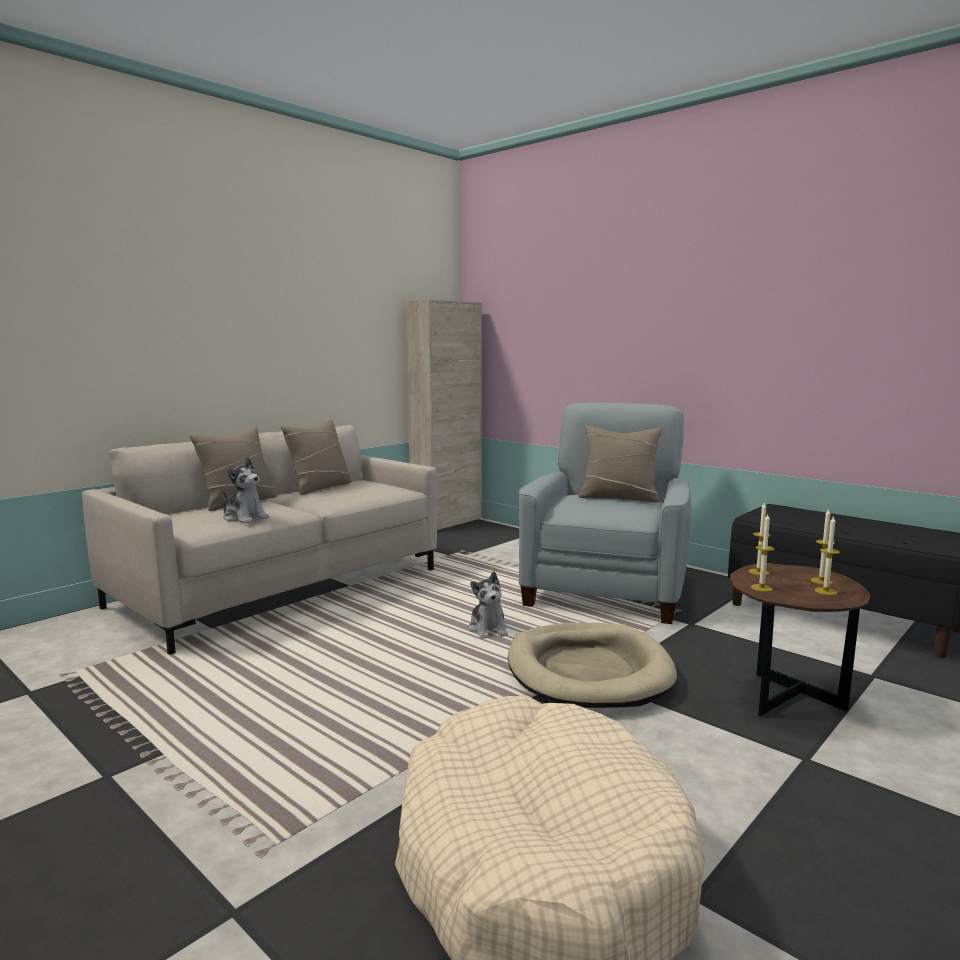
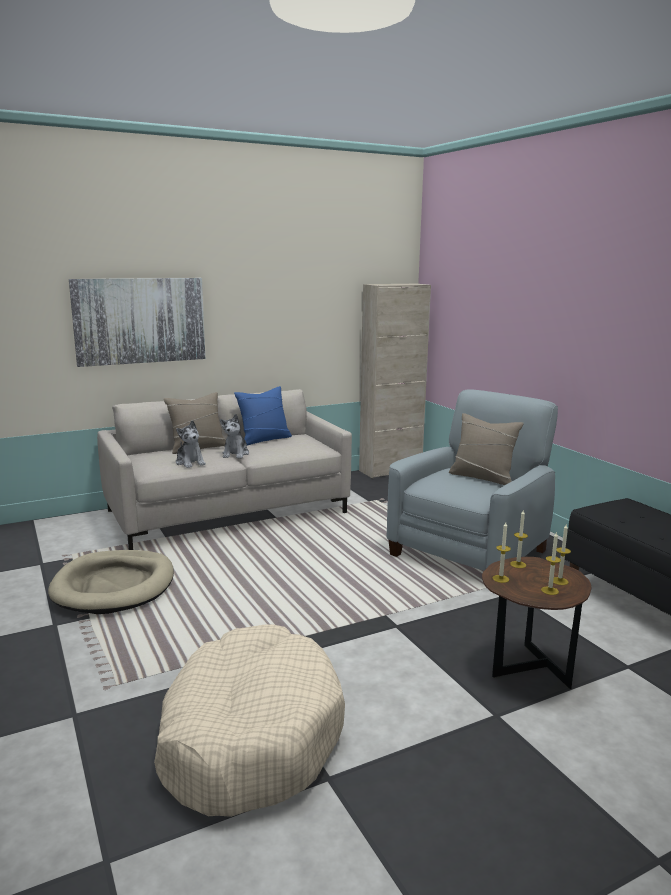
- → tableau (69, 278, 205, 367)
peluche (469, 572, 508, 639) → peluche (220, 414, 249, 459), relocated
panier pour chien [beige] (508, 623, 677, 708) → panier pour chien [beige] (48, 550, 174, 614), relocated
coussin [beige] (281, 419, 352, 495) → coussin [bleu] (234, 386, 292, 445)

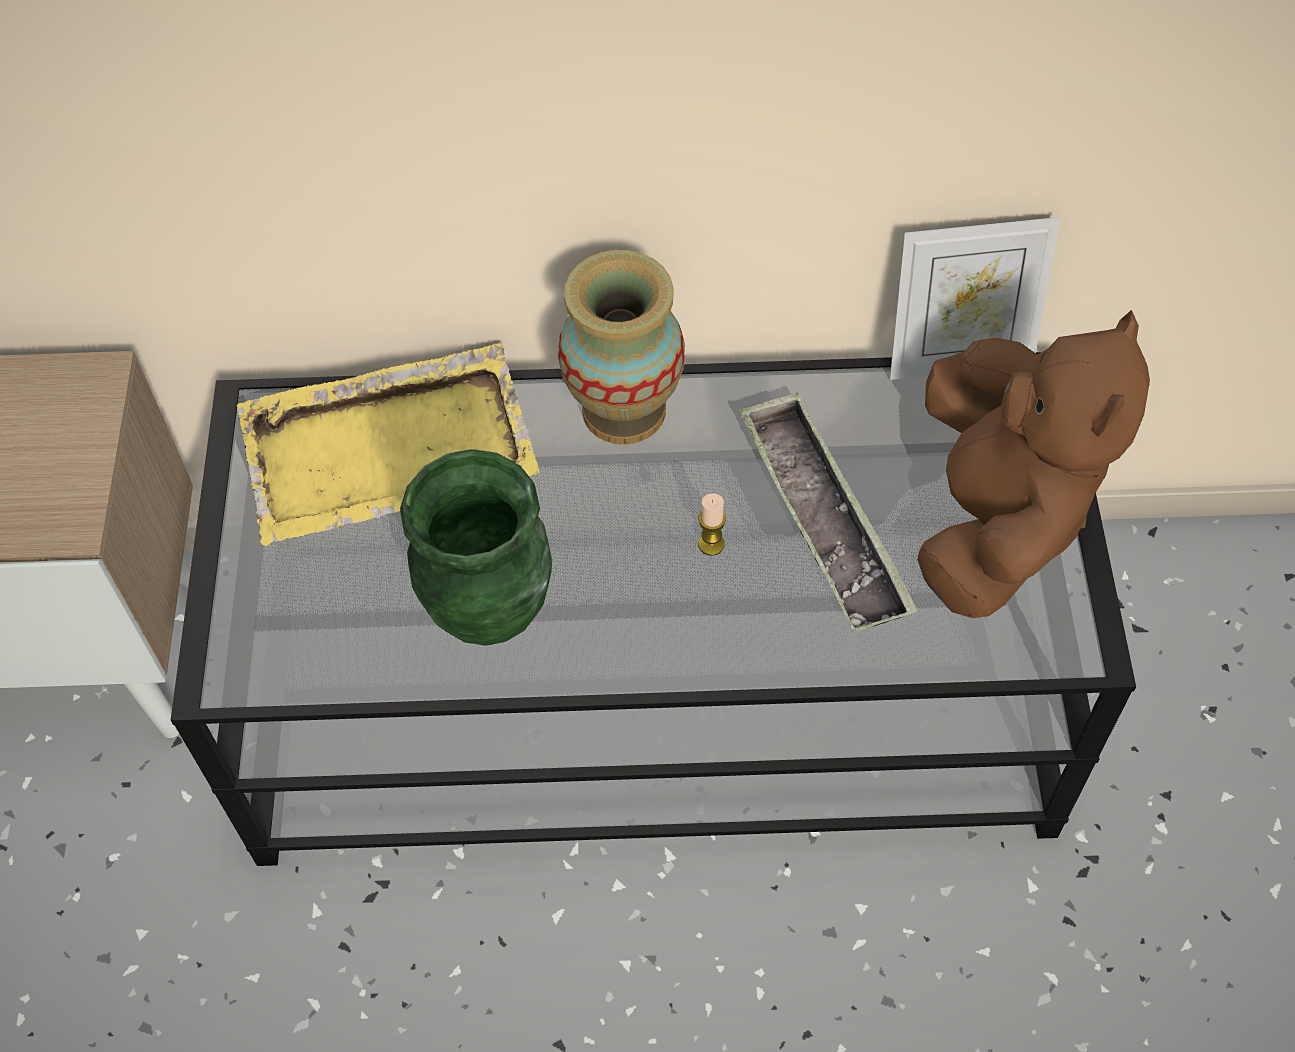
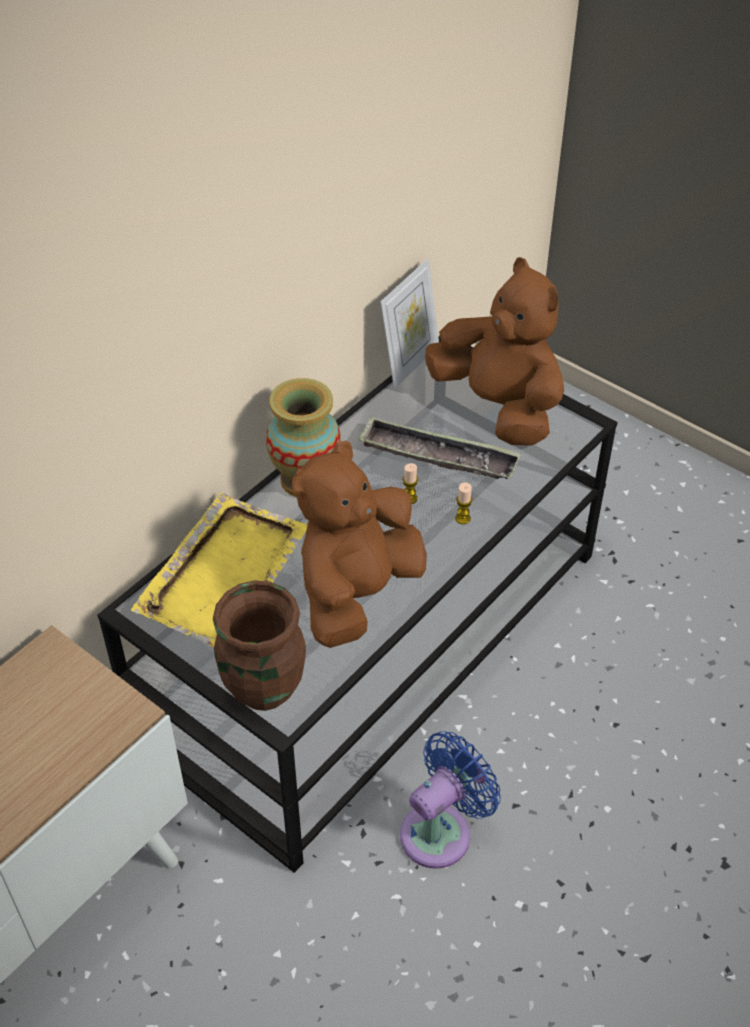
- → vase [marron] (213, 580, 306, 711)
- → ventilateur [bleu] (400, 731, 501, 869)
- → bougie (455, 482, 472, 524)
vase [vert] (400, 449, 552, 646) → peluche [marron] (292, 441, 427, 648)

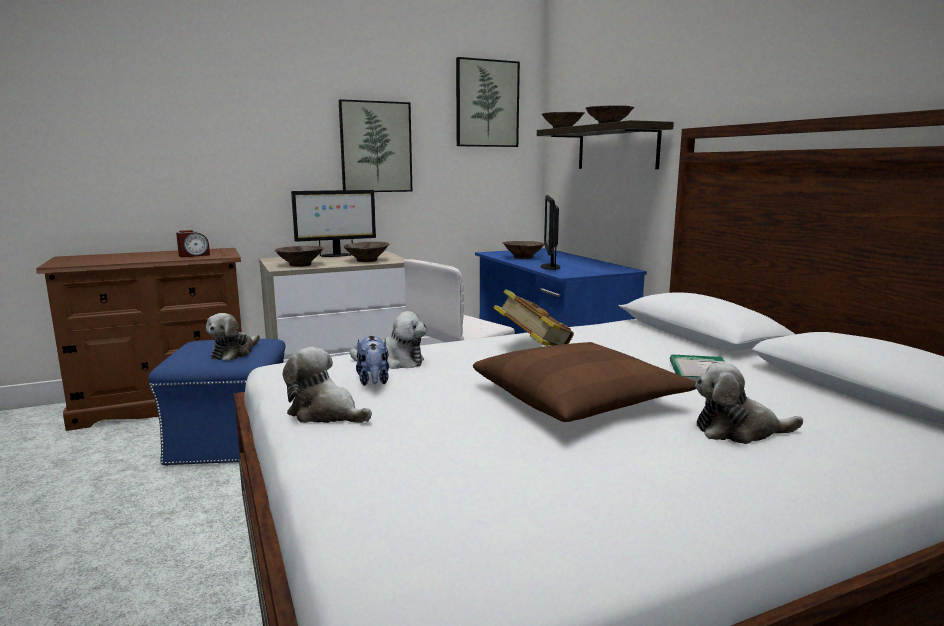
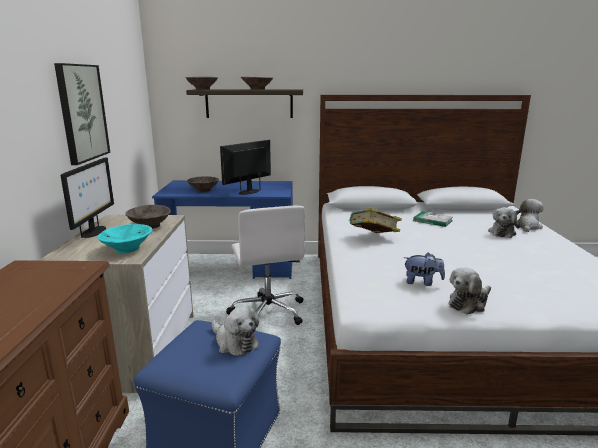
réveil (176, 230, 210, 257) → -
tableau (456, 57, 520, 147) → -
coussin [marron] (473, 342, 696, 422) → -
peluche (350, 311, 427, 369) → peluche (515, 199, 543, 232), relocated
bol [marron] (275, 246, 324, 267) → bol [turquoise] (98, 224, 152, 254)
écran d'ordinateur (541, 195, 560, 270) → écran d'ordinateur (220, 140, 271, 195), 105 degrees clockwise

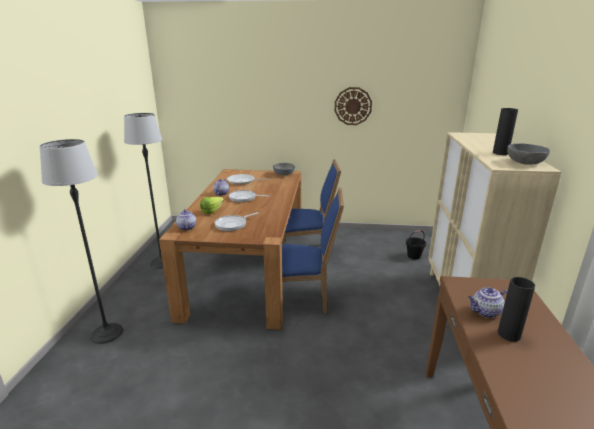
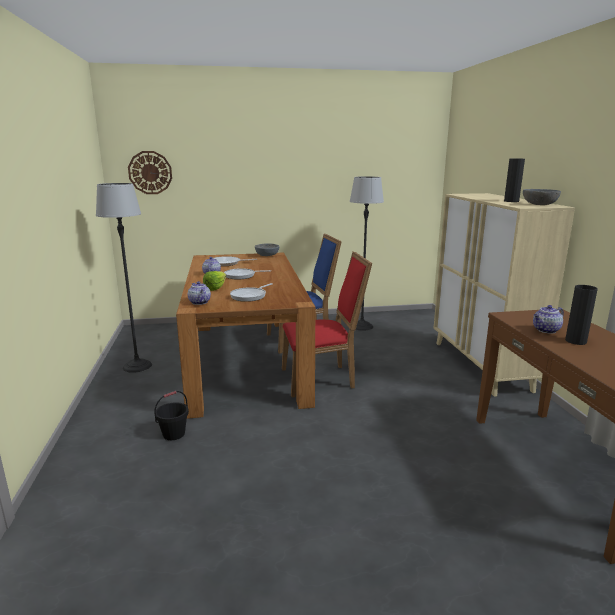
lampadaire (40, 139, 123, 344) → lampadaire (350, 177, 384, 331), relocated
horloge murale (335, 87, 372, 125) → horloge murale (128, 151, 172, 194), relocated
seau [noir] (406, 230, 426, 259) → seau [noir] (154, 391, 189, 440), relocated
chaise [bleu] (282, 187, 344, 314) → chaise [rouge] (282, 252, 372, 397)

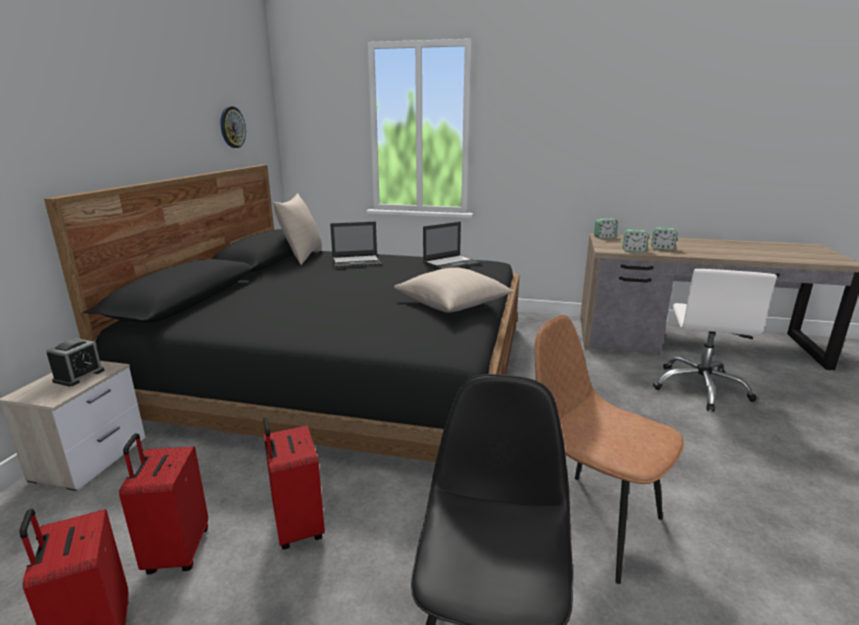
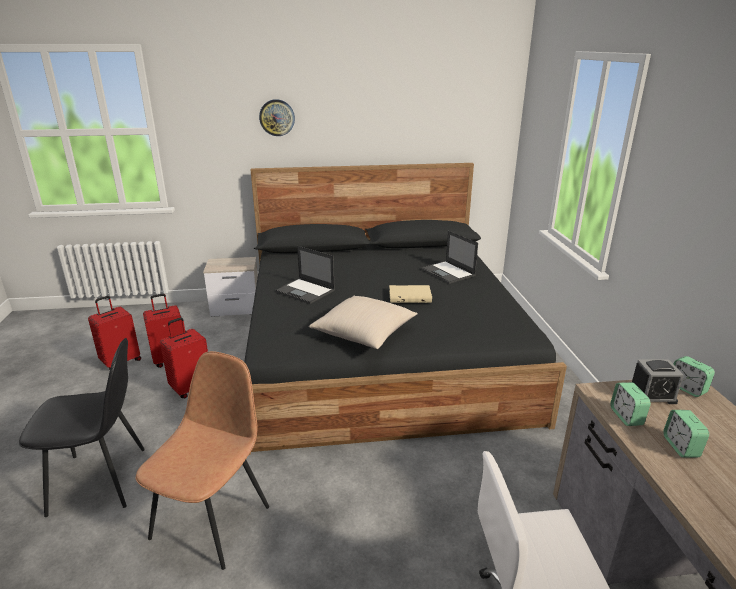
coussin [beige] (273, 193, 322, 265) → -
- → livre [beige] (389, 285, 432, 303)
réveil (46, 338, 104, 387) → réveil (632, 360, 684, 404), relocated
horloge murale (220, 106, 246, 148) → horloge murale (259, 99, 295, 136), relocated
ordinateur portable (423, 222, 481, 270) → ordinateur portable (275, 246, 335, 304), relocated

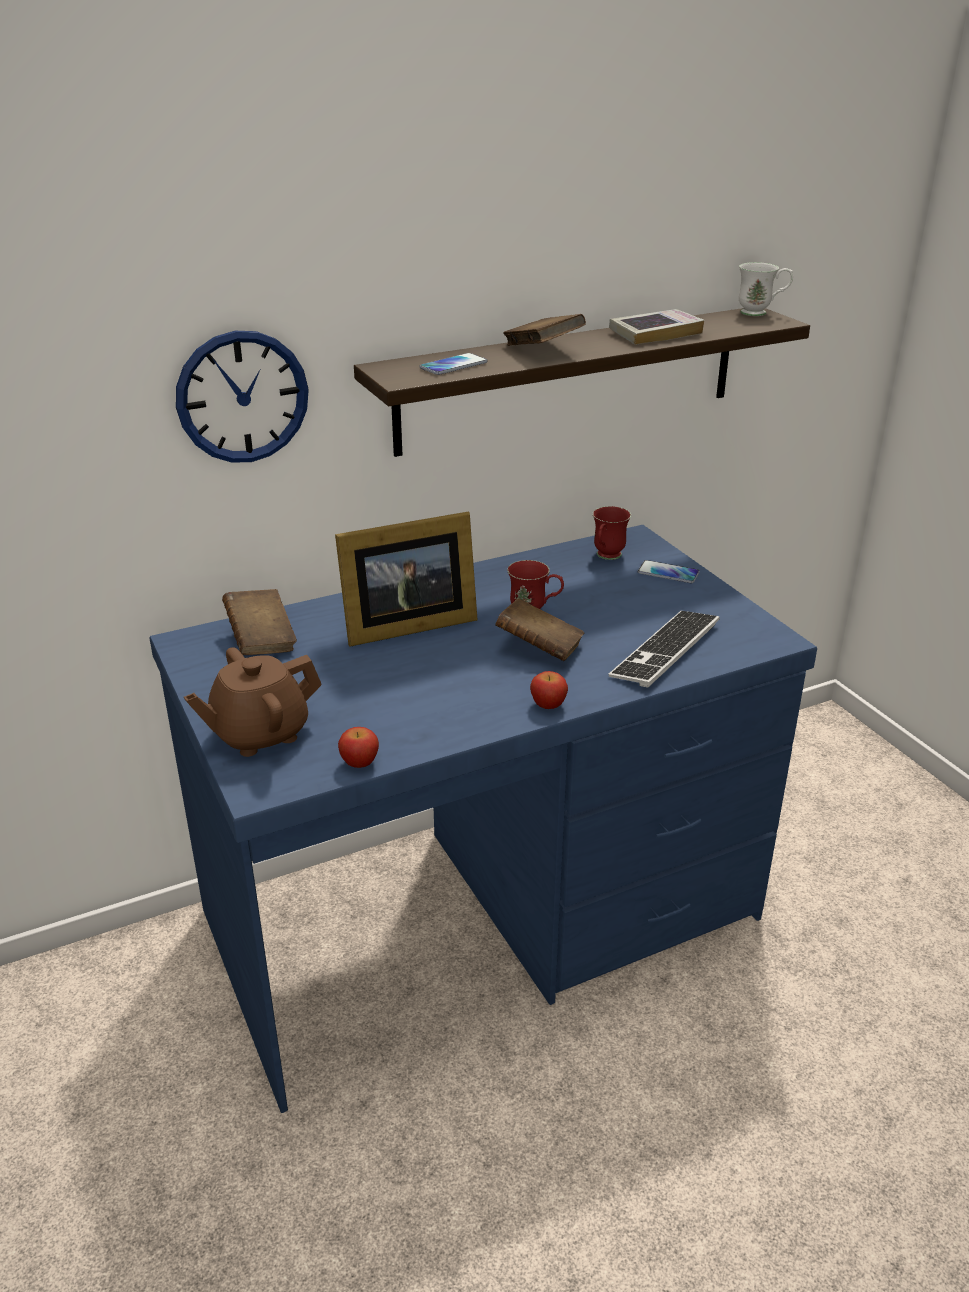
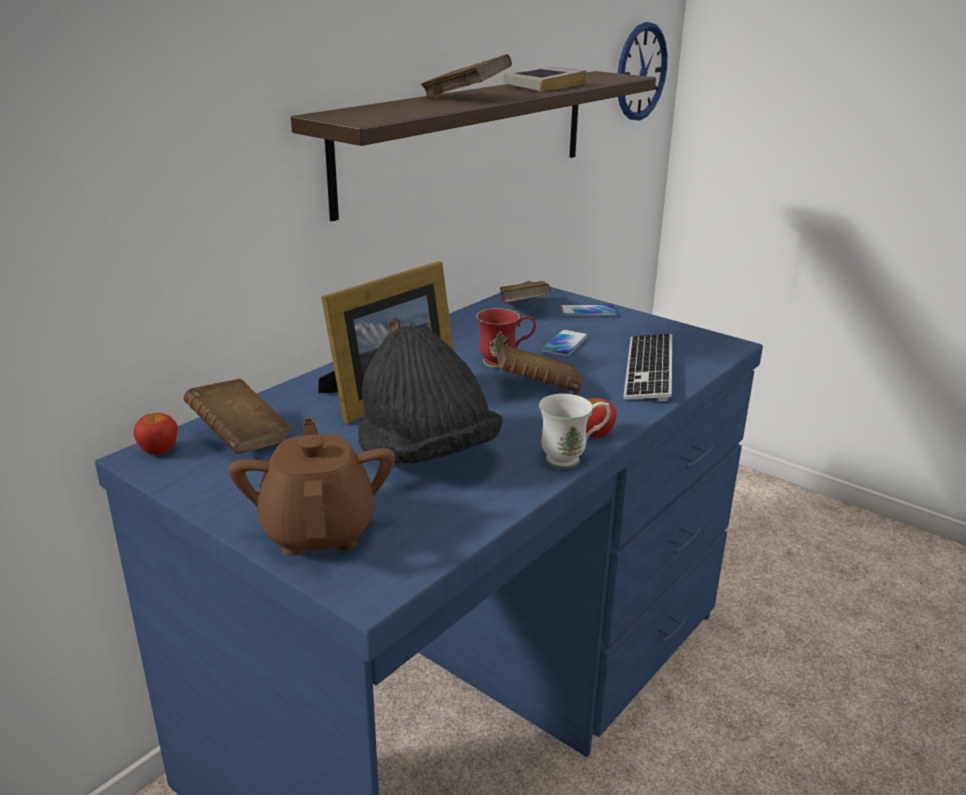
- → chapeau [noir] (358, 326, 503, 463)
horloge murale (176, 331, 309, 463) → horloge murale (617, 22, 667, 120), relocated
pomme (338, 727, 379, 768) → pomme (133, 413, 178, 455), relocated
téléphone (420, 353, 487, 375) → téléphone (541, 329, 588, 357), relocated
mug [blanc] (739, 262, 793, 316) → mug [blanc] (539, 394, 610, 469), relocated
mug [rouge] (593, 506, 631, 560) → livre [marron] (500, 281, 551, 303)
théière [marron] (184, 647, 322, 757) → théière [marron] (228, 418, 395, 556), 135 degrees clockwise

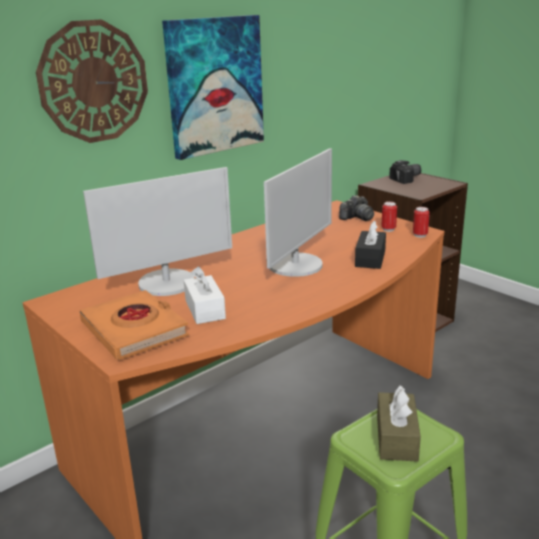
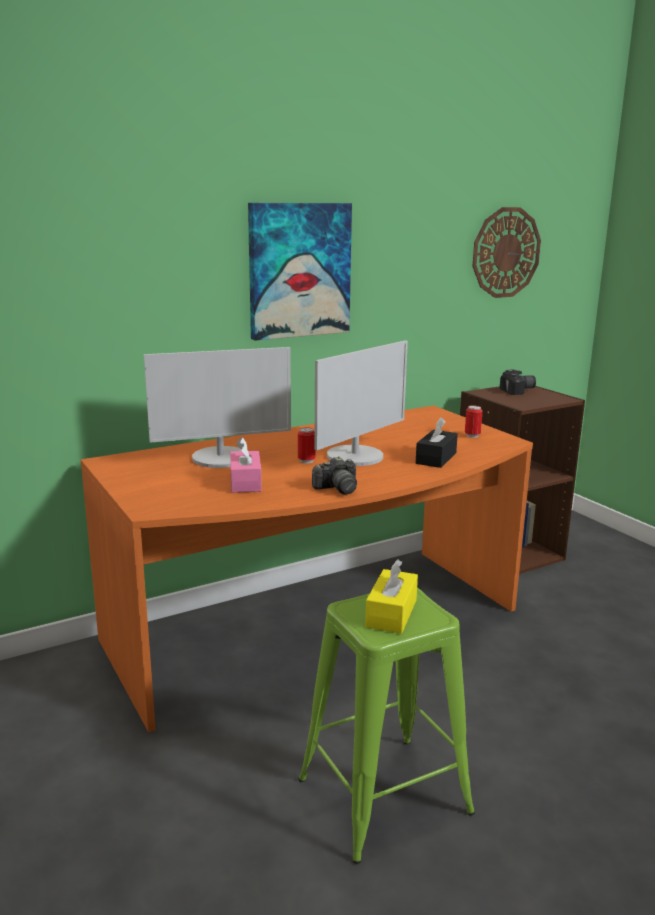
livre [orange] (80, 290, 189, 360) → -
horloge murale (36, 19, 148, 143) → horloge murale (472, 207, 541, 298), relocated
appareil photo (339, 195, 374, 221) → appareil photo (312, 456, 357, 495), relocated
boîte métallique (413, 207, 430, 238) → boîte métallique (298, 427, 315, 463), relocated
boîte à mouchoirs [blanc] (184, 266, 226, 324) → boîte à mouchoirs [rose] (230, 437, 262, 493)
boîte à mouchoirs [marron] (377, 386, 421, 462) → boîte à mouchoirs [jaune] (365, 560, 418, 634)

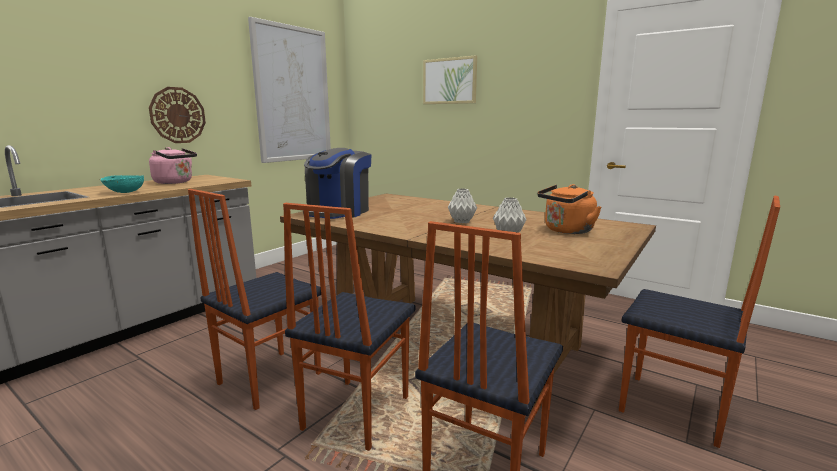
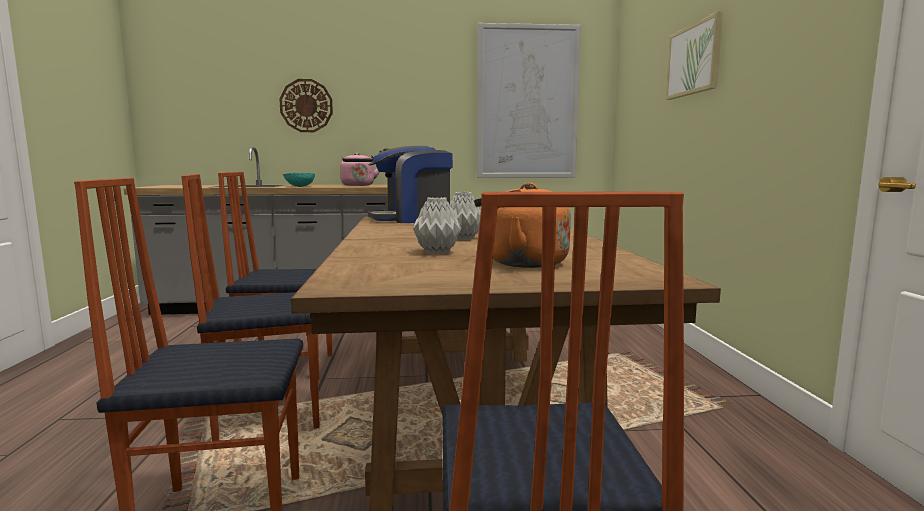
horloge murale (149, 87, 206, 143) → horloge murale (279, 79, 333, 132), relocated

